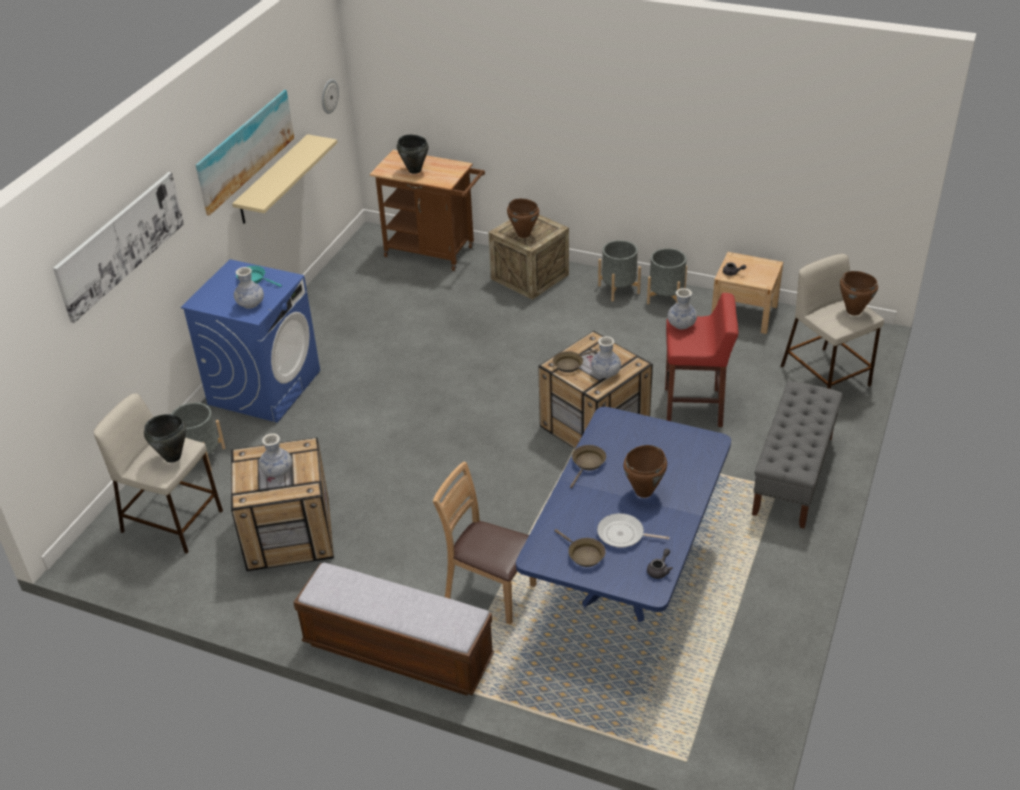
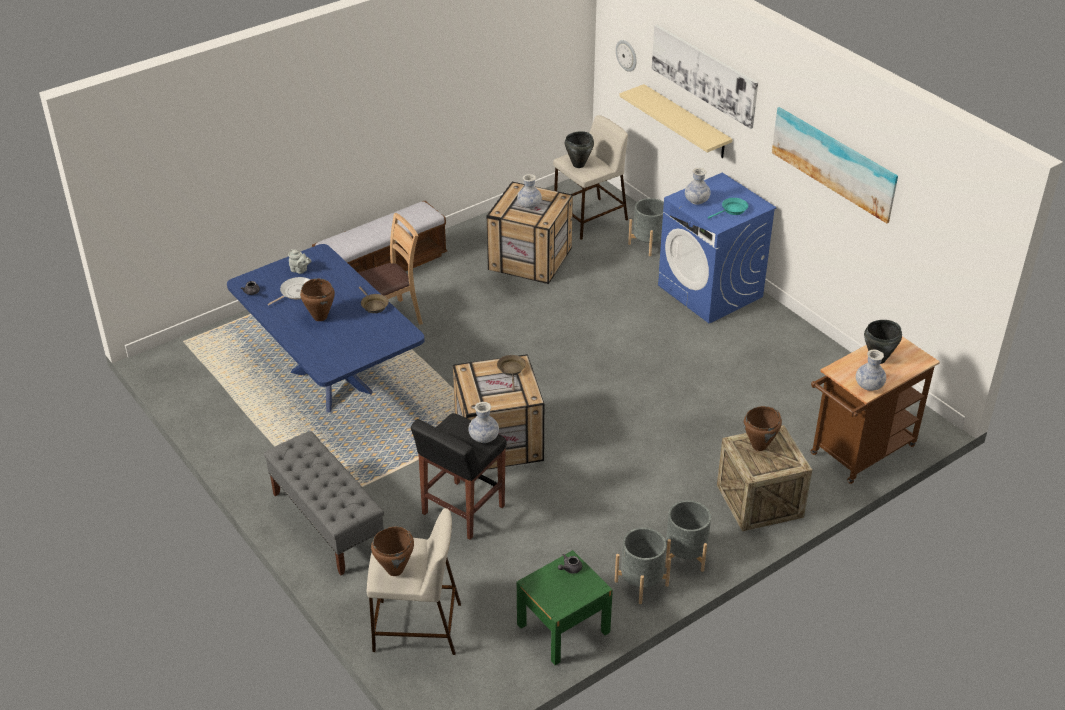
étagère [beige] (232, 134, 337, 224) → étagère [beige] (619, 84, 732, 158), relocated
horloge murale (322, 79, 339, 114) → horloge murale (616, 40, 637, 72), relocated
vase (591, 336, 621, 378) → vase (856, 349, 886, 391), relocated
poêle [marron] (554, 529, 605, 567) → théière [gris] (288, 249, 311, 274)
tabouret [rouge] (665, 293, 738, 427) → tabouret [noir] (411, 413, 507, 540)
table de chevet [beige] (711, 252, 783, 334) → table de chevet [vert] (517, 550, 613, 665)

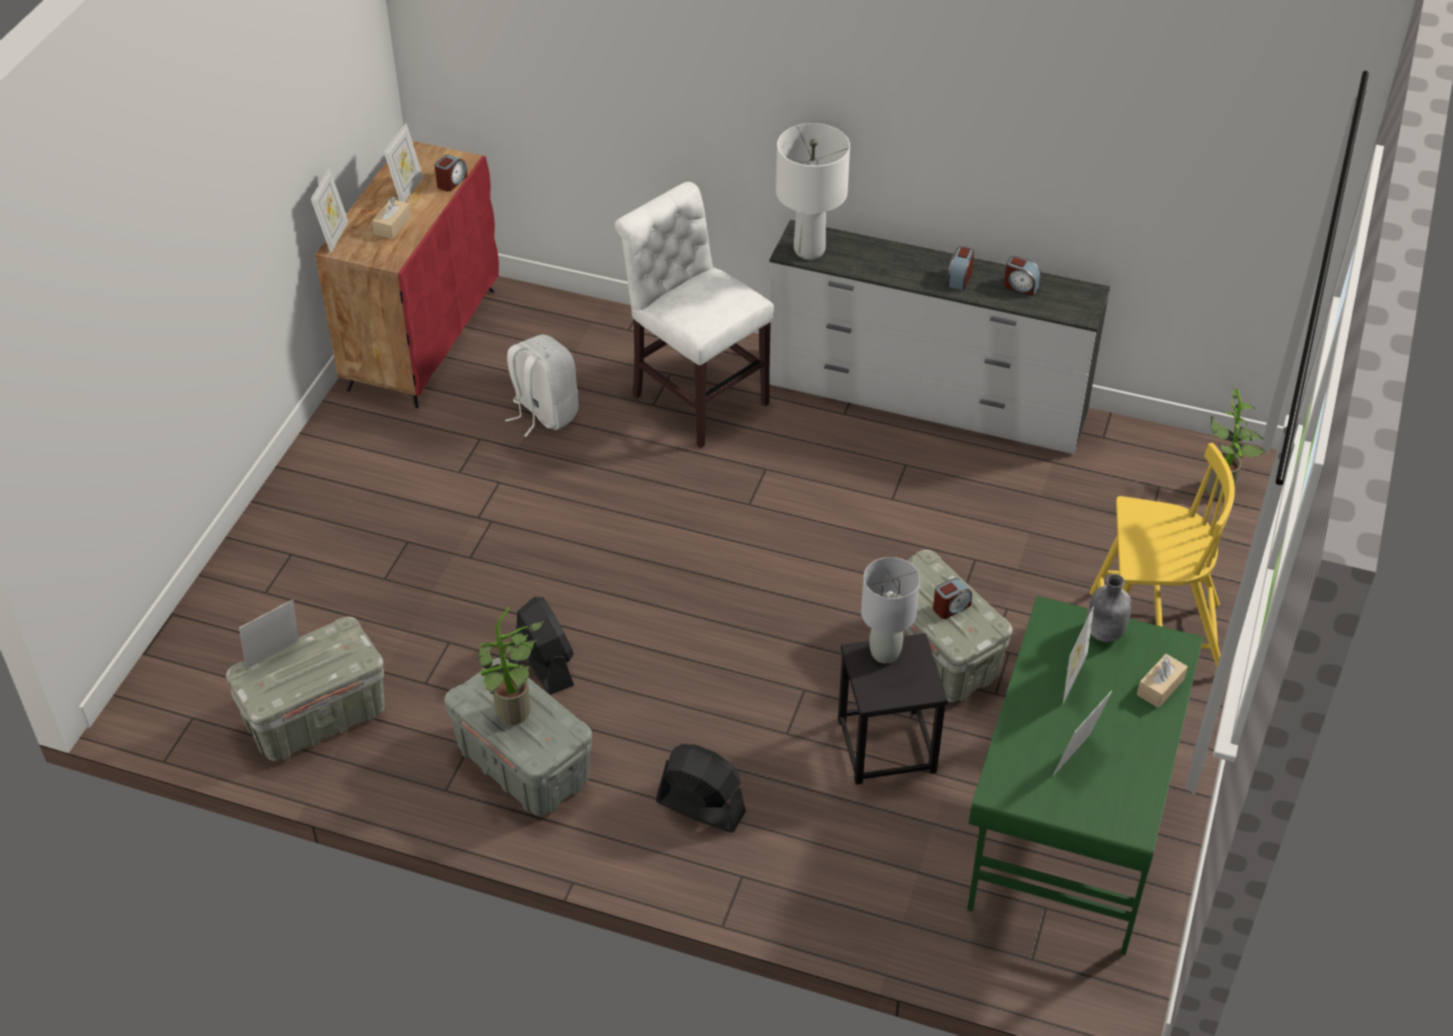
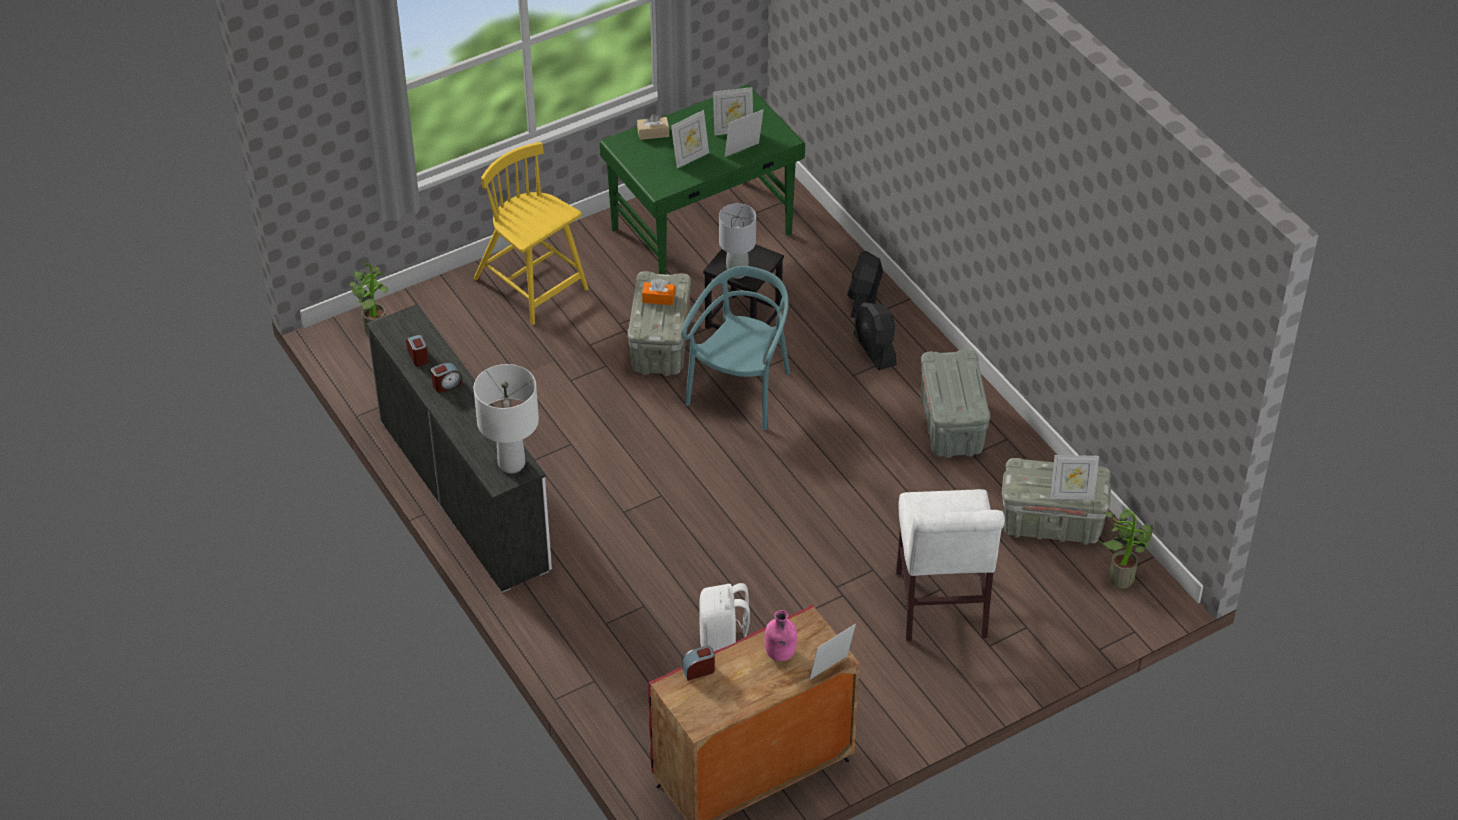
bouteille [gris] (1087, 574, 1132, 642) → -
- → chaise [turquoise] (681, 266, 790, 431)
cadre photo (384, 123, 423, 202) → cadre photo (725, 109, 764, 157), relocated
plante en pot (477, 607, 544, 725) → plante en pot (1099, 508, 1154, 589), relocated
ventilateur [noir] (516, 596, 574, 695) → ventilateur [noir] (847, 251, 883, 318), relocated
chaise [blanc] (614, 182, 774, 448) → chaise [blanc] (896, 489, 1005, 641), relocated
boîte à mouchoirs [beige] (372, 197, 411, 239) → bouteille [rose] (765, 610, 797, 661)
réveil (933, 578, 972, 619) → boîte à mouchoirs [orange] (642, 278, 675, 305)

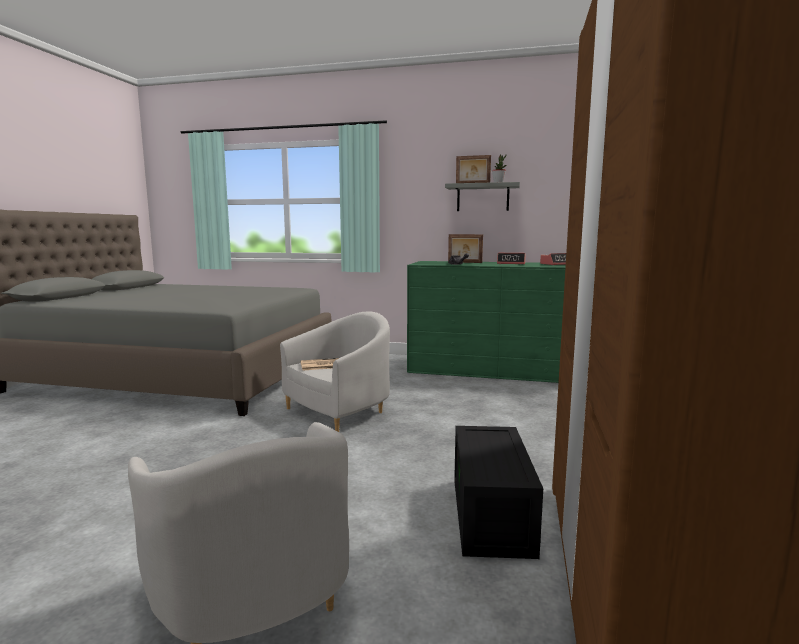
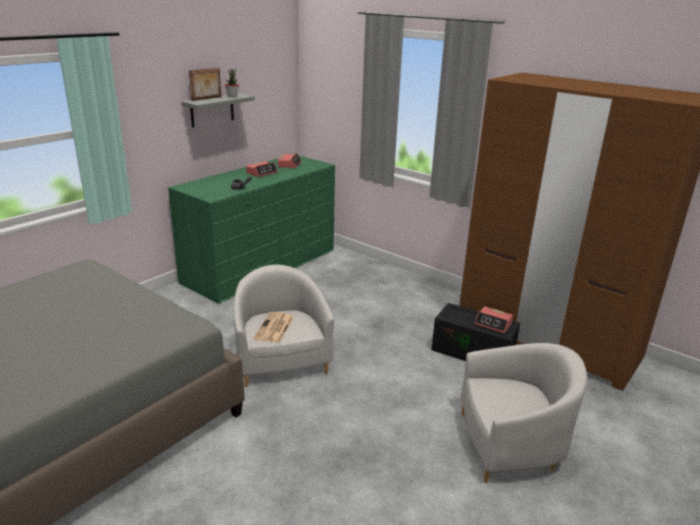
cadre photo (448, 234, 483, 263) → -
- → réveil (475, 306, 513, 333)

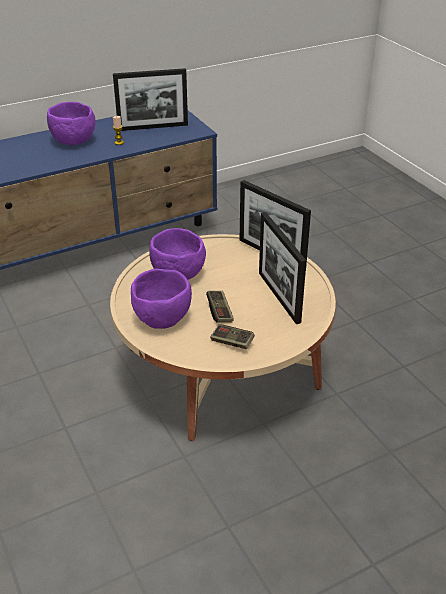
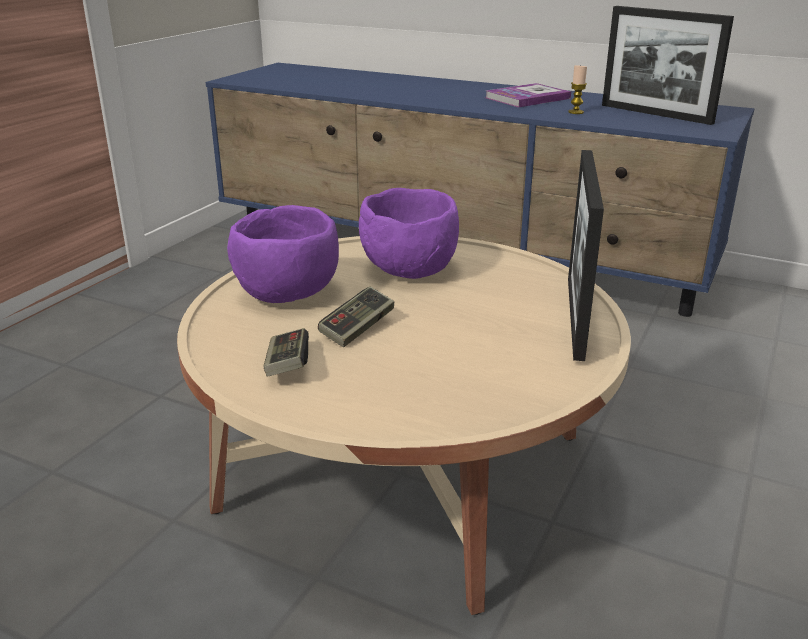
cadre photo (259, 212, 307, 324) → -
bol [violet] (47, 102, 95, 145) → livre (486, 83, 571, 107)

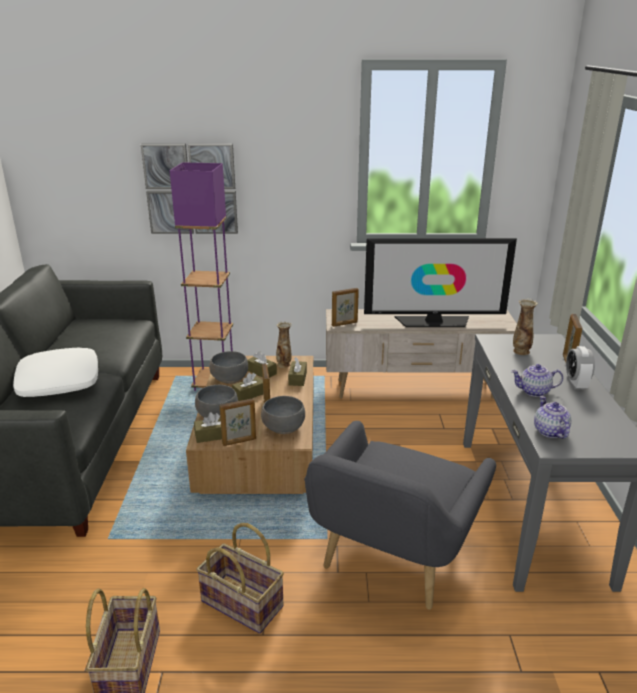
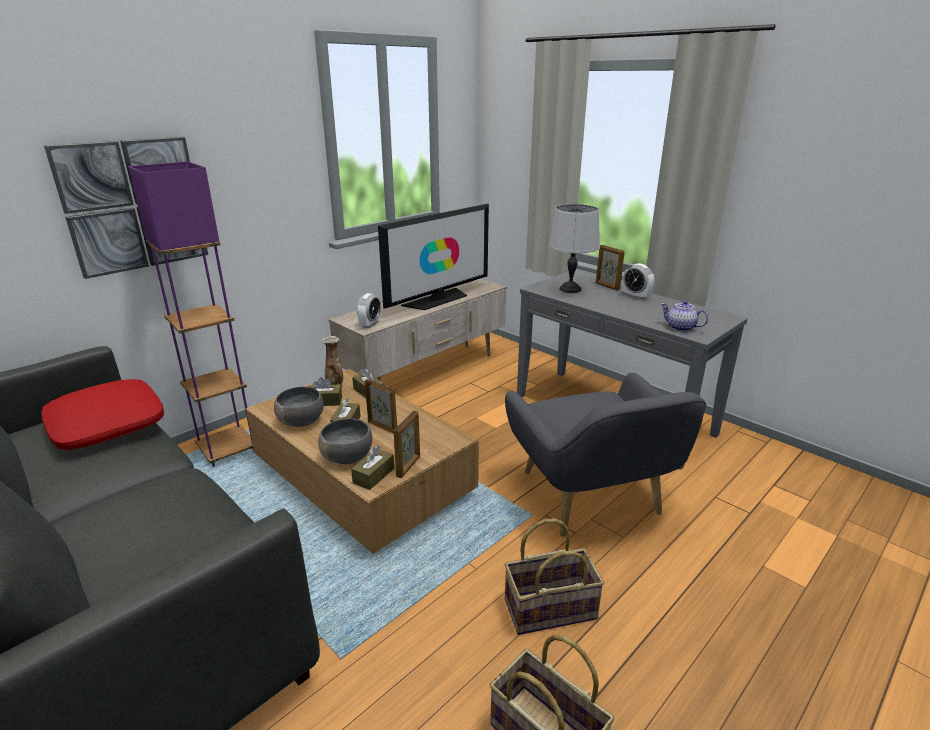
coussin [blanc] (13, 348, 98, 397) → -
bol [gris] (261, 396, 305, 434) → -
théière (511, 364, 563, 397) → -
- → coussin [rouge] (41, 379, 164, 450)
cadre photo (332, 288, 359, 327) → réveil (357, 293, 381, 328)
vase (513, 299, 538, 355) → lampe de table [gris] (548, 204, 600, 293)

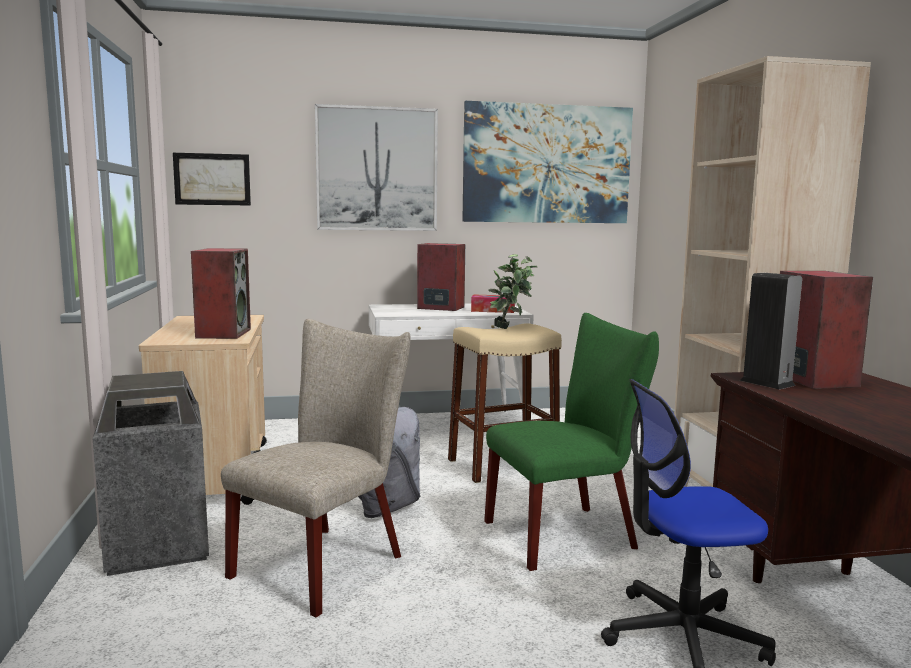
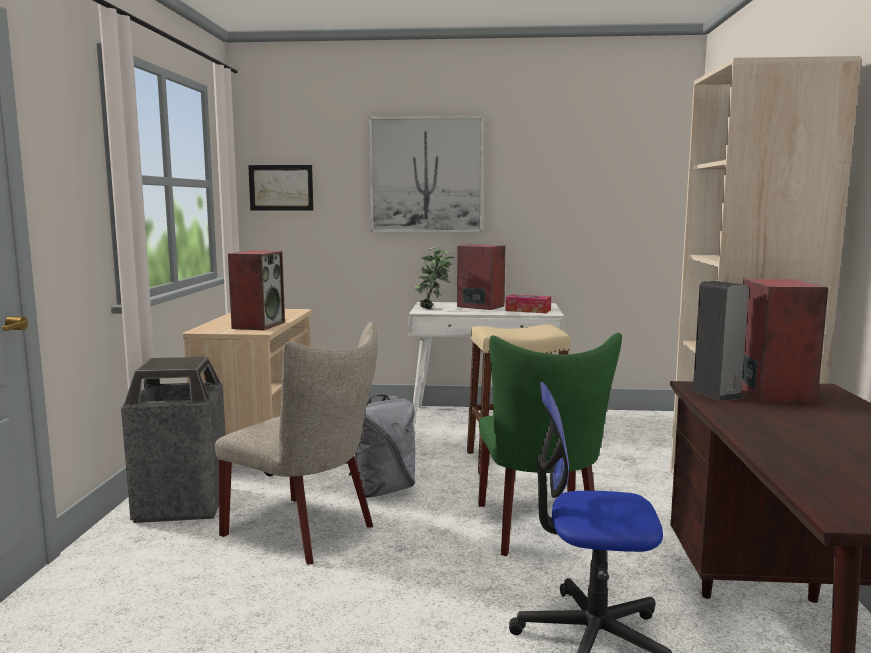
tableau (462, 101, 633, 223) → -
plante en pot (488, 254, 537, 329) → plante en pot (414, 247, 455, 309), relocated
chaise [beige] (221, 319, 410, 617) → chaise [beige] (215, 322, 377, 565), 75 degrees clockwise
chaise [vert] (484, 313, 659, 571) → chaise [vert] (478, 333, 622, 556), 90 degrees clockwise

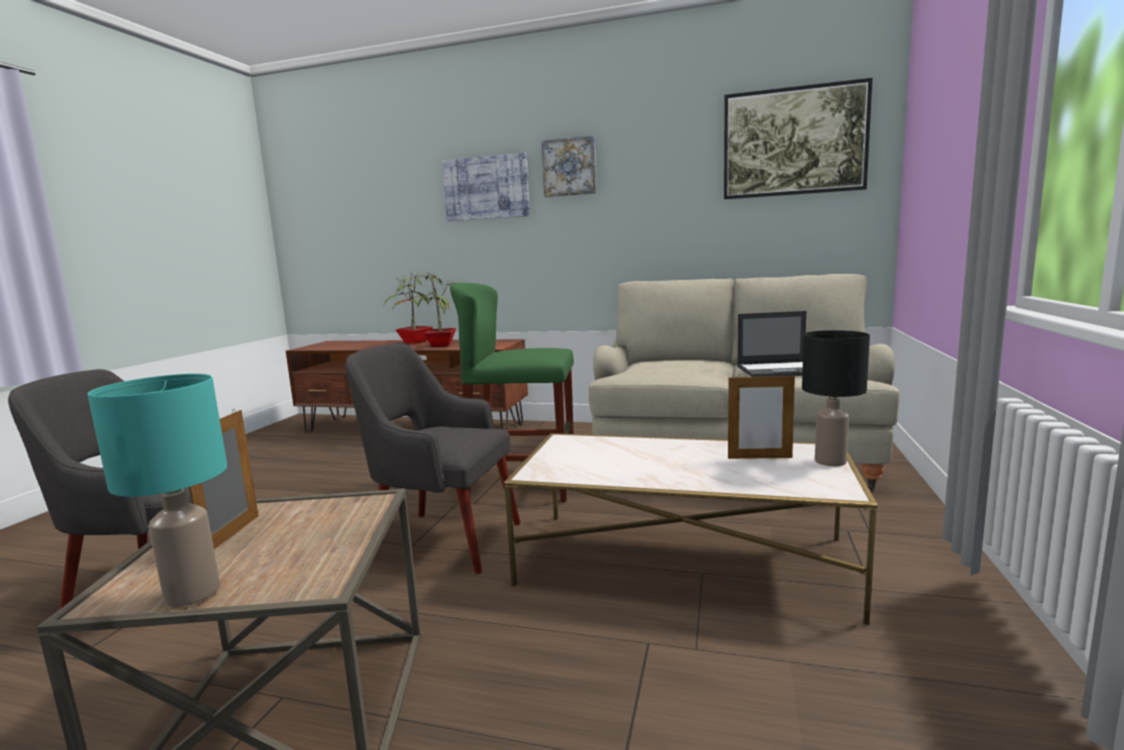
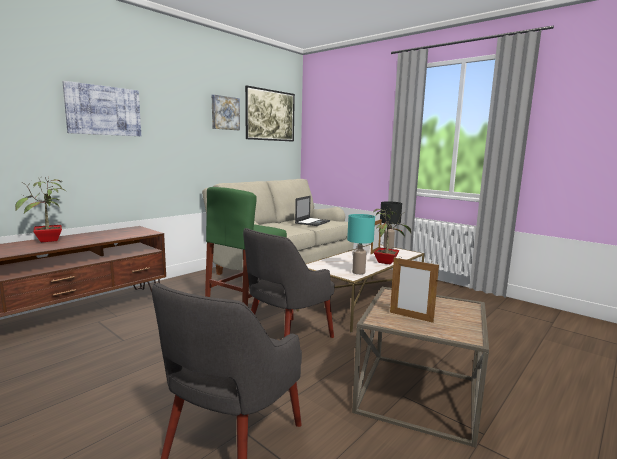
lampe de table [turquoise] (87, 374, 227, 607) → lampe de table [turquoise] (347, 214, 375, 275), relocated
plante en pot (418, 272, 458, 347) → plante en pot (374, 207, 411, 264), relocated
tableau (541, 136, 597, 197) → tableau (212, 95, 240, 130), relocated

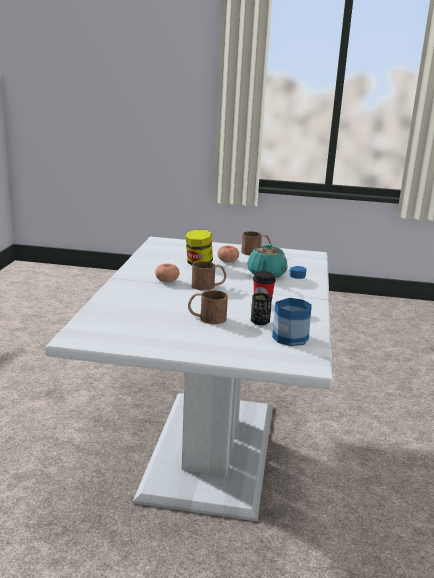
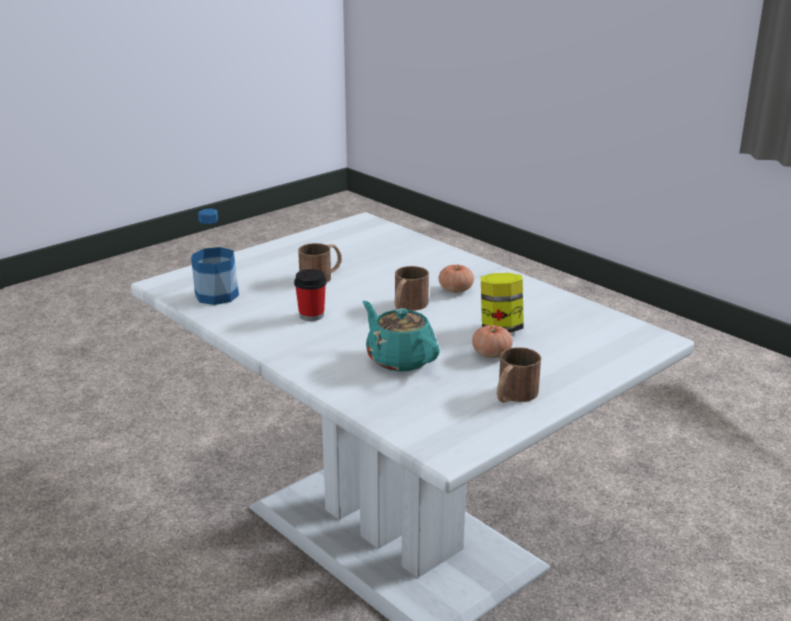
tasse [noir] (251, 293, 272, 325) → -

